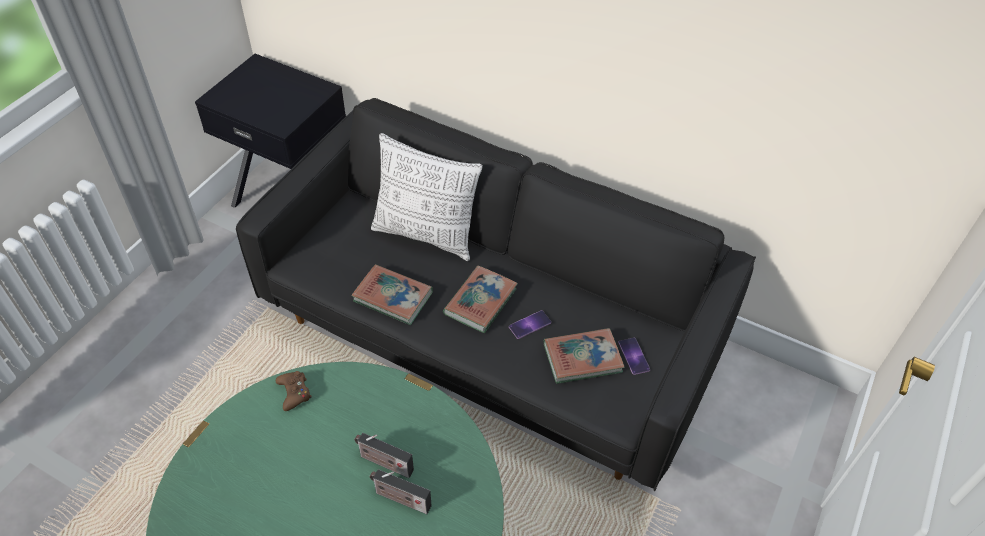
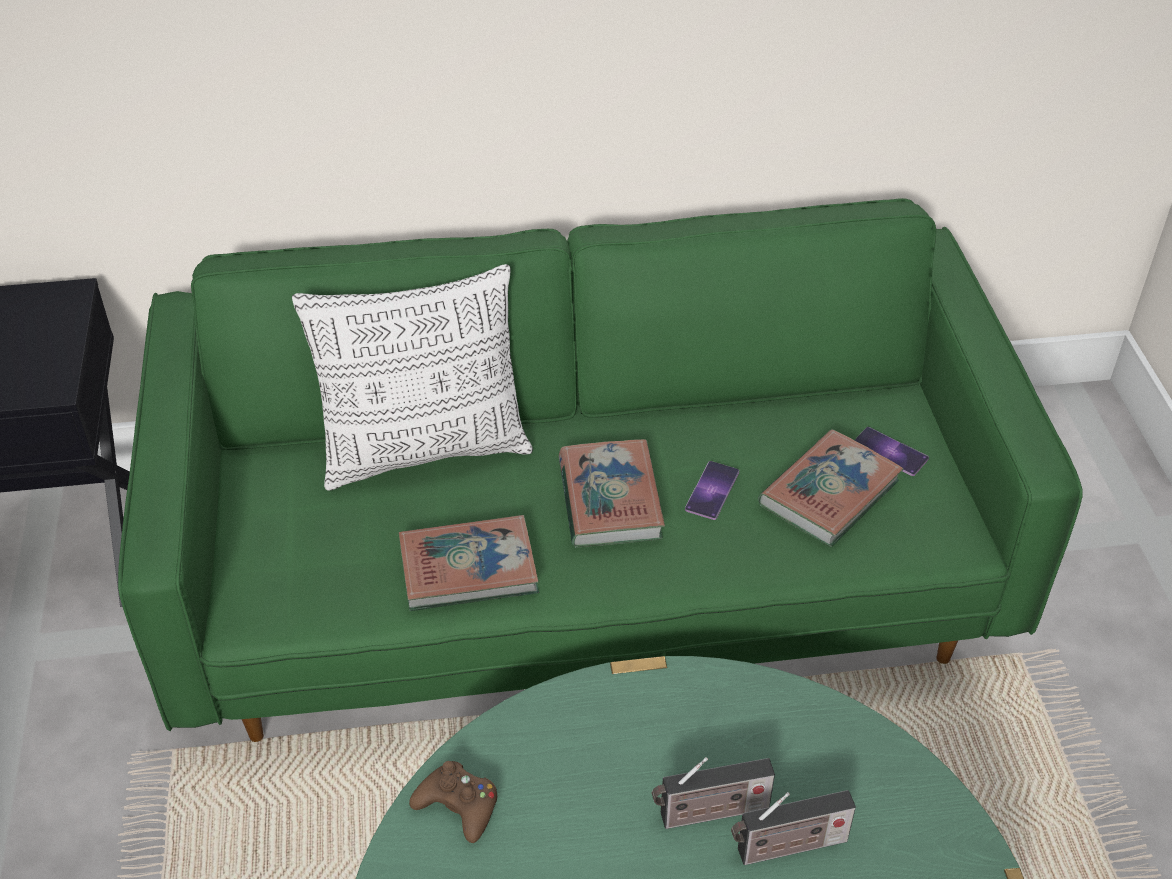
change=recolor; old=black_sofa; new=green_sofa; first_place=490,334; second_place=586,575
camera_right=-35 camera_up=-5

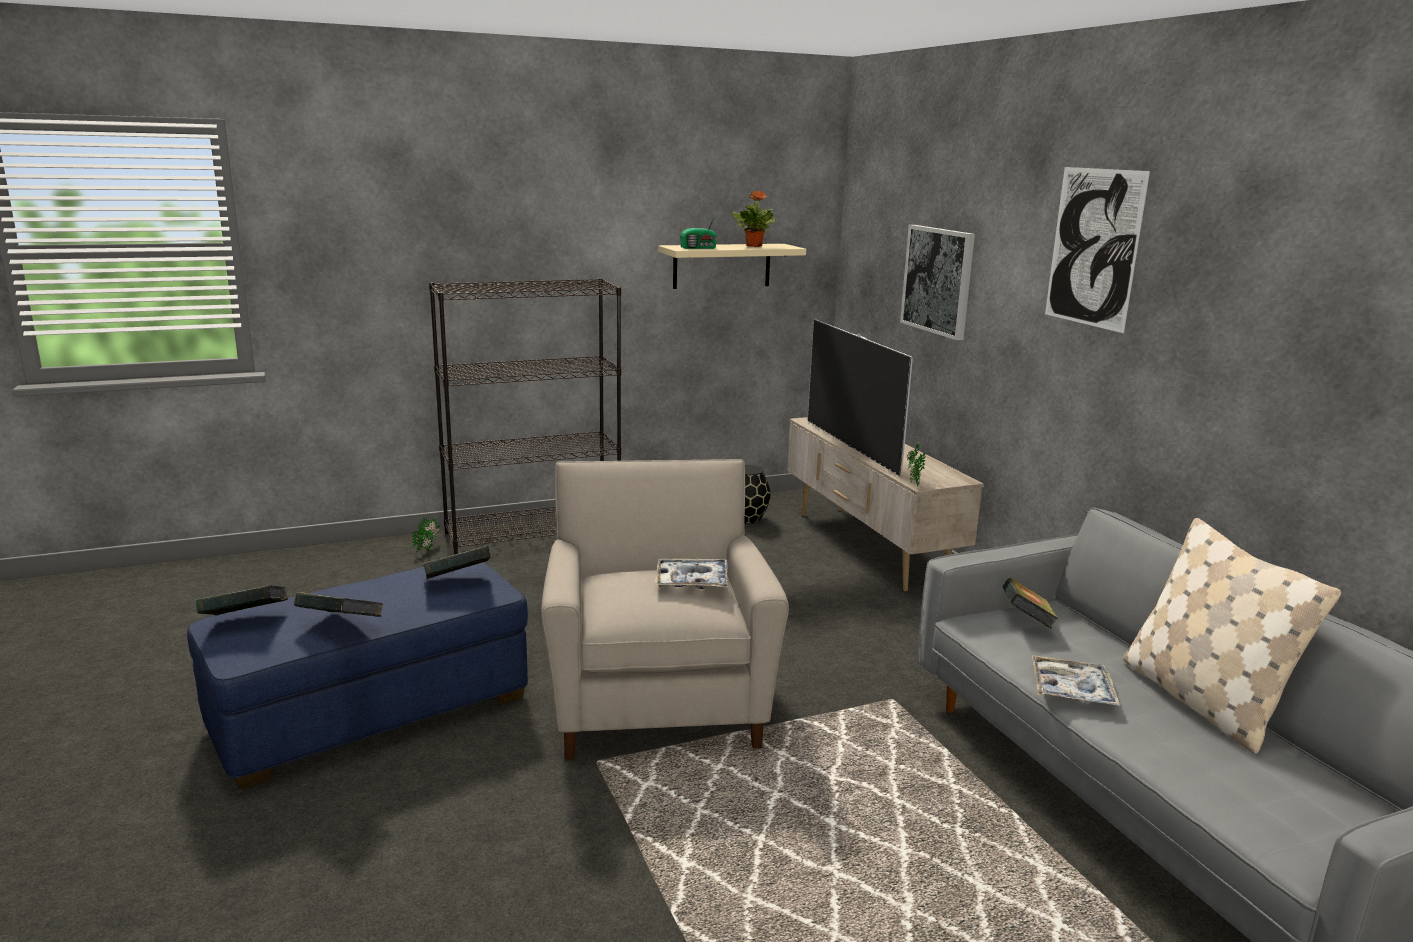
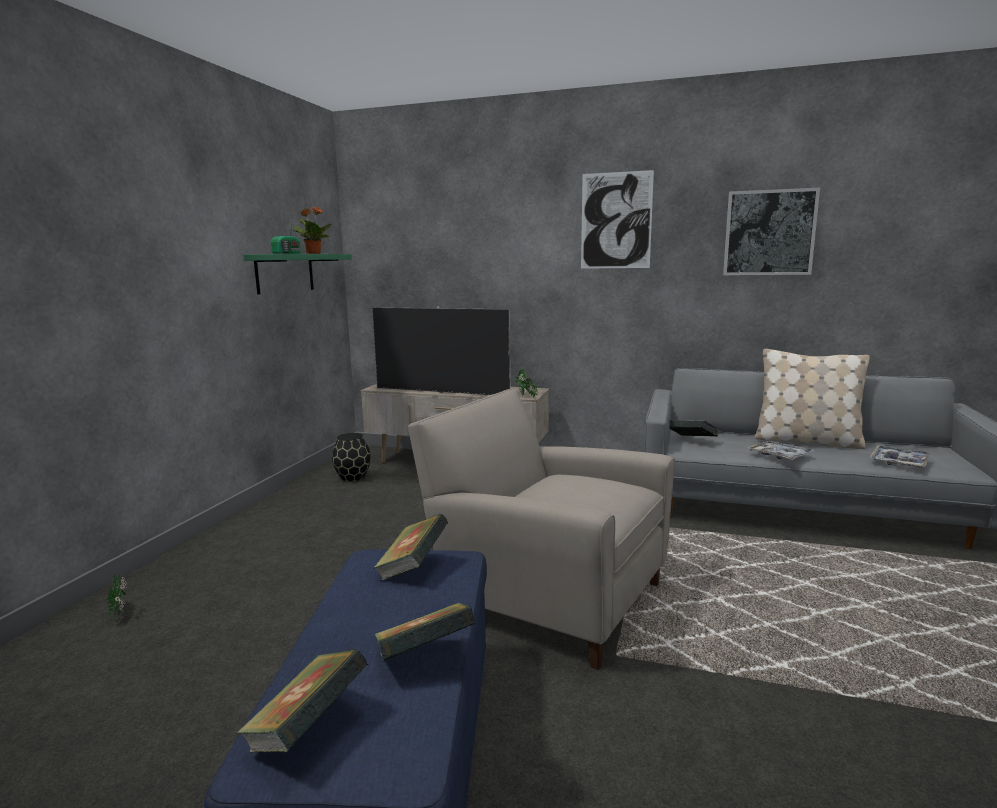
change=delete; old=black_bookcase; first_place=534,534
change=move; old=tray; first_place=692,581; second_place=899,462
change=move; old=picture; first_place=938,280; second_place=769,233
change=recolor; old=beige_shelf; new=green_shelf; first_place=722,266; second_place=285,273
camera_right=-50 camera_up=-5

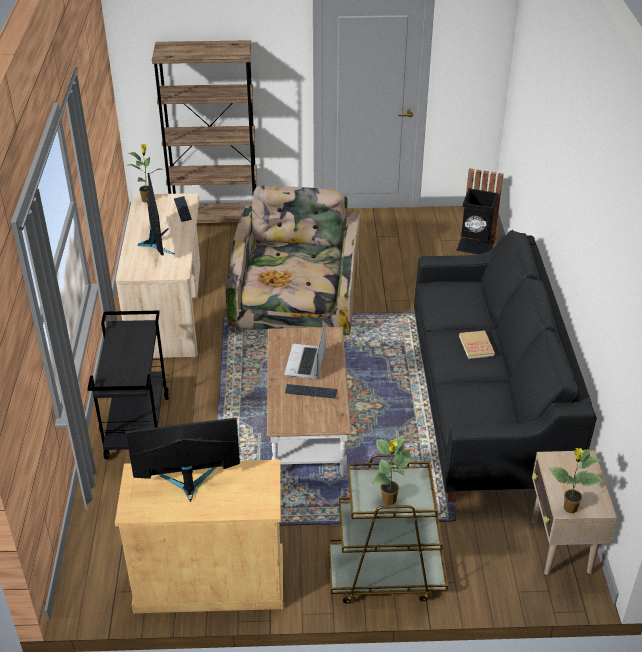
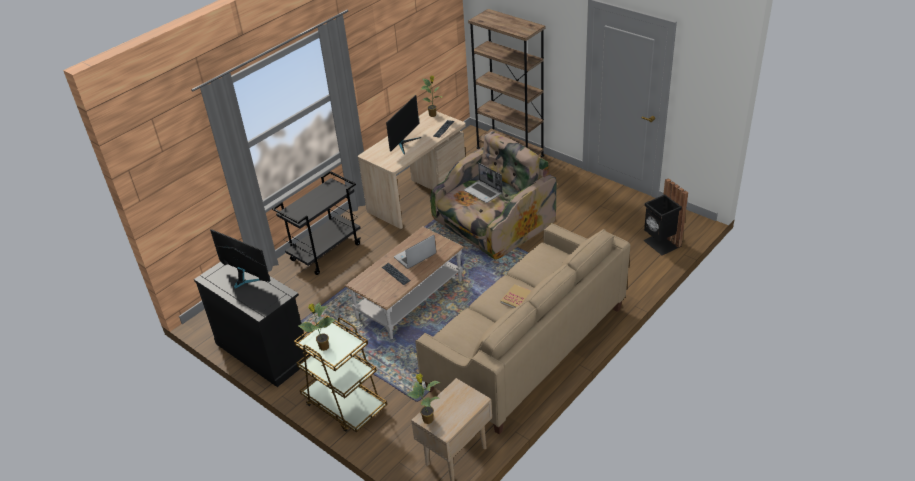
change=insert; new=laptop; second_place=483,192
change=recolor; old=beige_cabinet; new=black_cabinet; first_place=210,581; second_place=263,351
change=recolor; old=black_sofa; new=beige_sofa; first_place=486,404; second_place=526,348
camera_right=45 camera_up=0

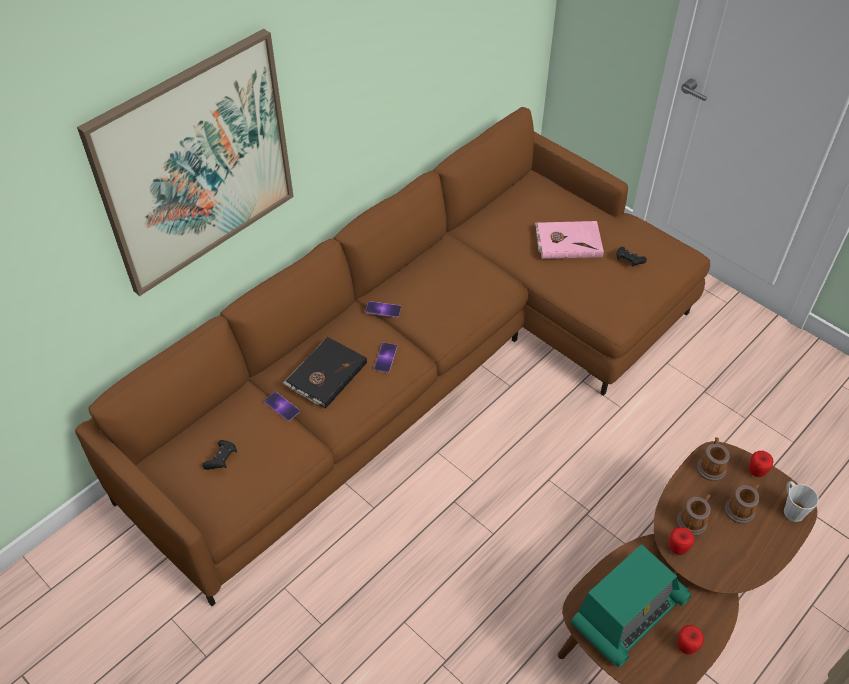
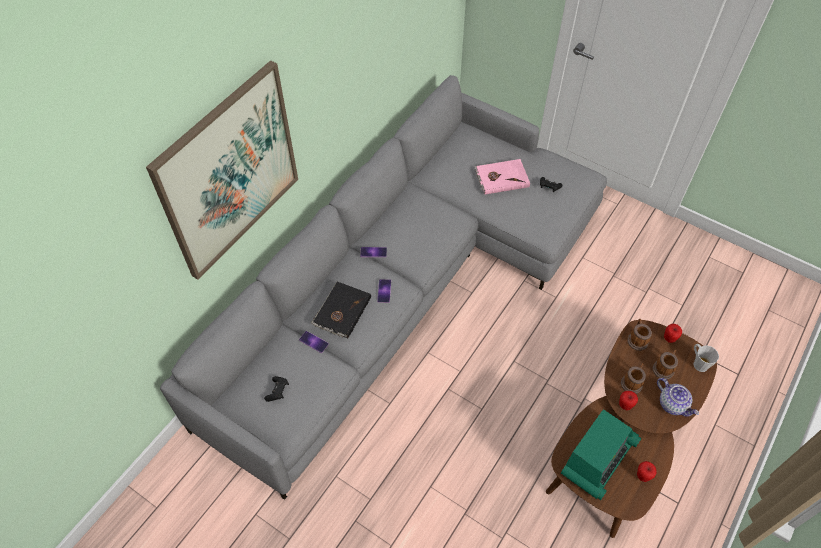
change=insert; new=teapot; second_place=673,404
change=recolor; old=brown_sofa; new=grey_sofa; first_place=424,367; second_place=404,286
camera_right=-10 camera_up=5

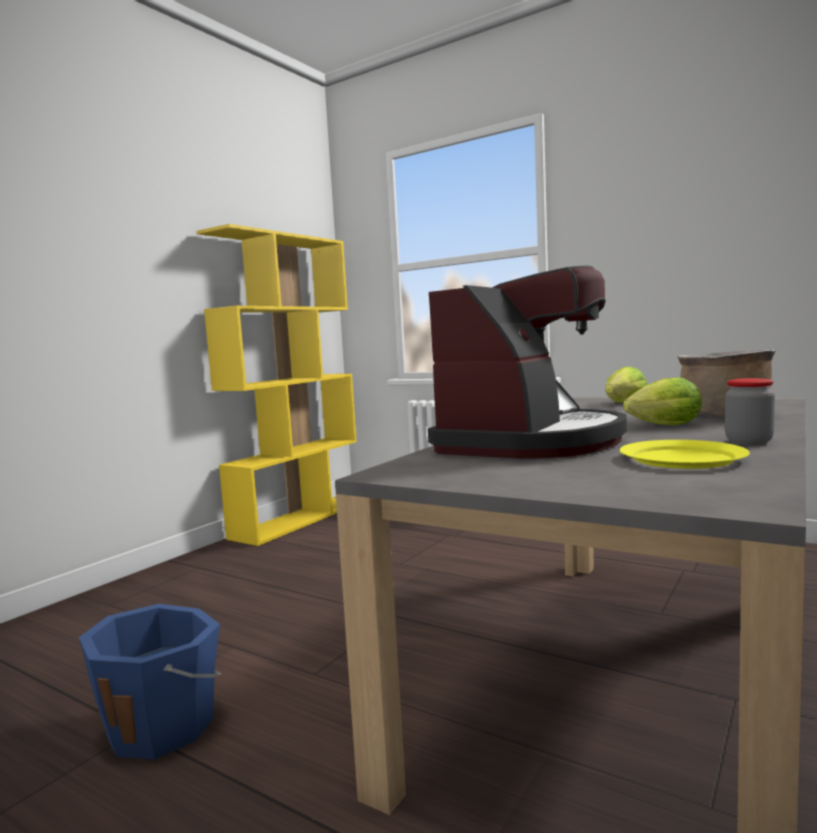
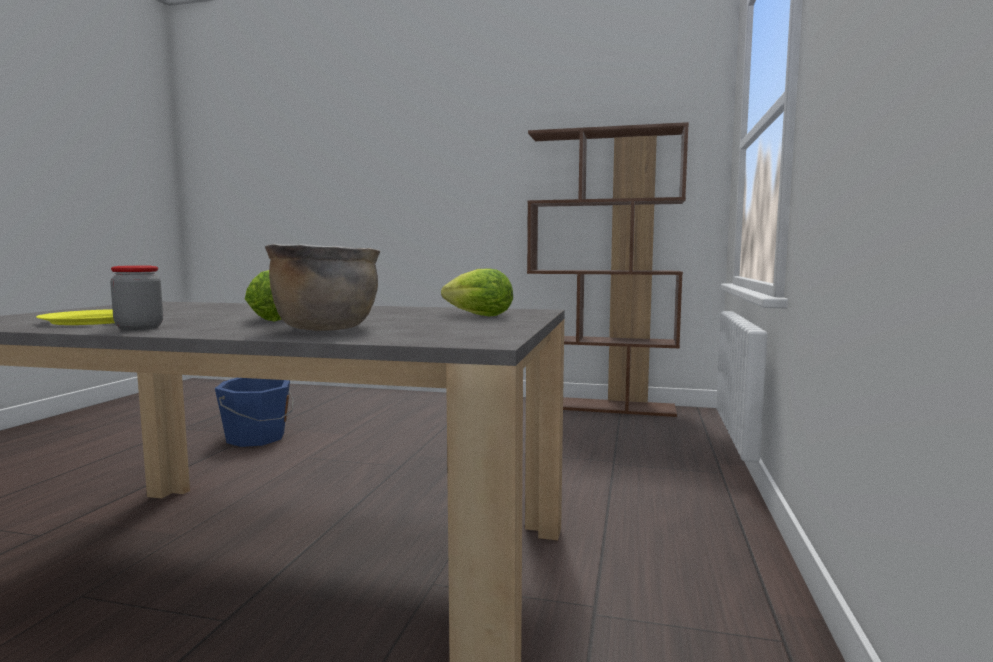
change=delete; old=coffee_machine; first_place=531,442
change=recolor; old=yellow_bookcase; new=brown_bookcase; first_place=298,519; second_place=601,406
camera_right=70 camera_up=0

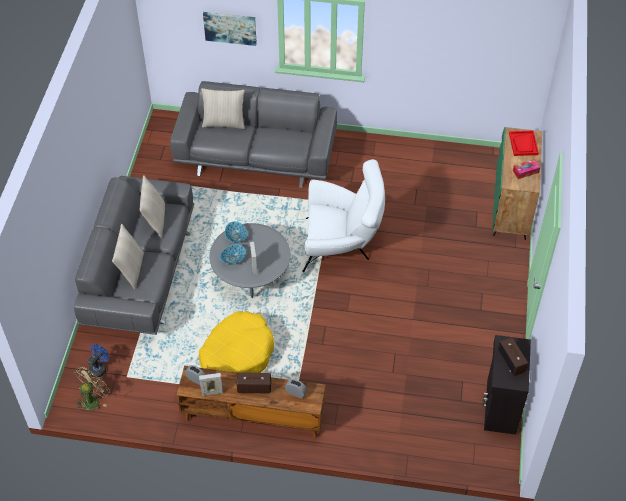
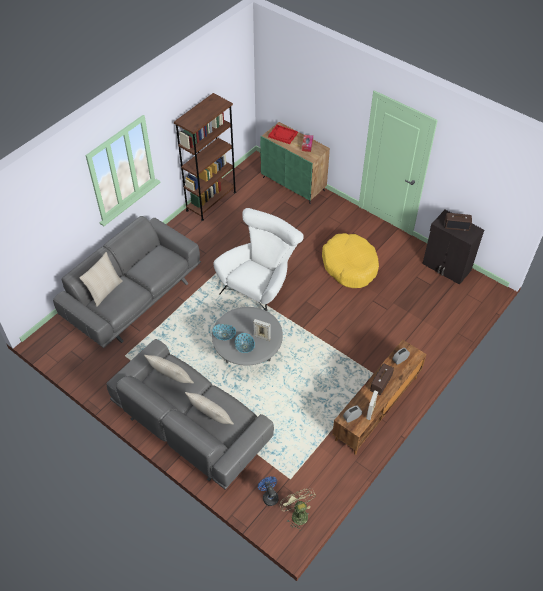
change=delete; old=picture; first_place=230,28
change=insert; new=brown_bookcase; second_place=211,201
change=move; old=yellow_dog_bed; first_place=237,354; second_place=349,266
camera_right=-60 camera_up=0

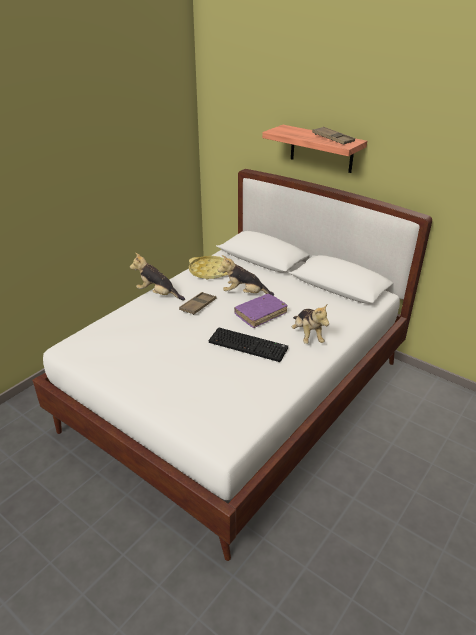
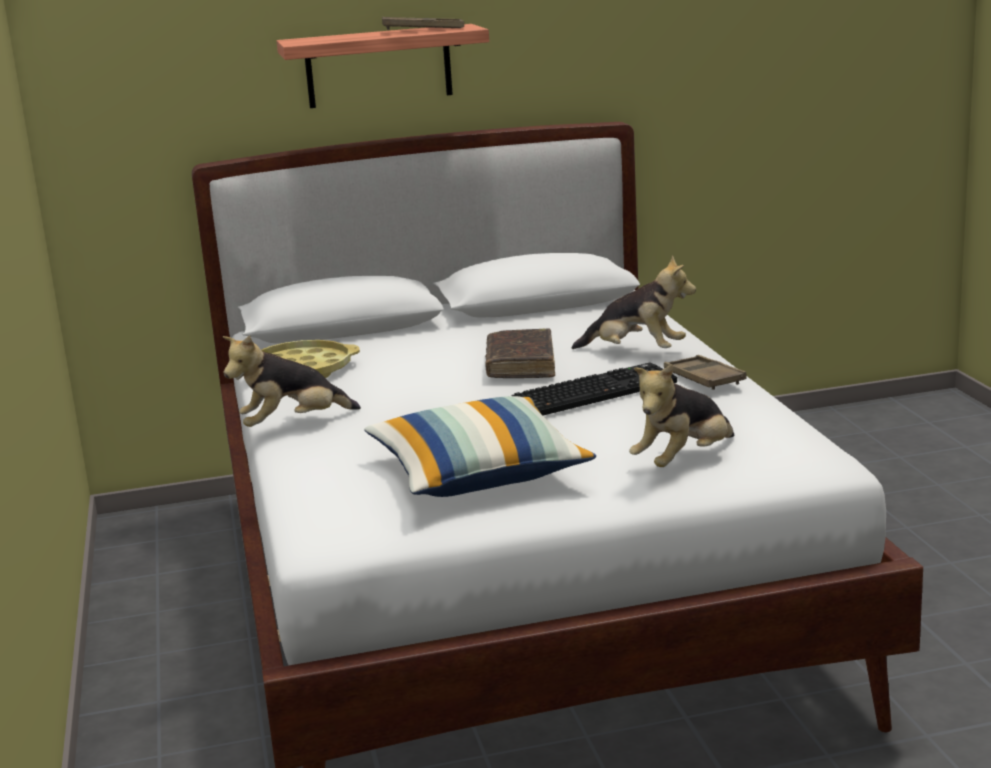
change=insert; new=pillow; second_place=478,474
change=move; old=brown_tray; first_place=198,306; second_place=704,379
change=move; old=plush_toy; first_place=244,294; second_place=684,461
change=recolor; old=purple_book; new=brown_book; first_place=260,314; second_place=520,365
camera_right=-50 camera_up=-15

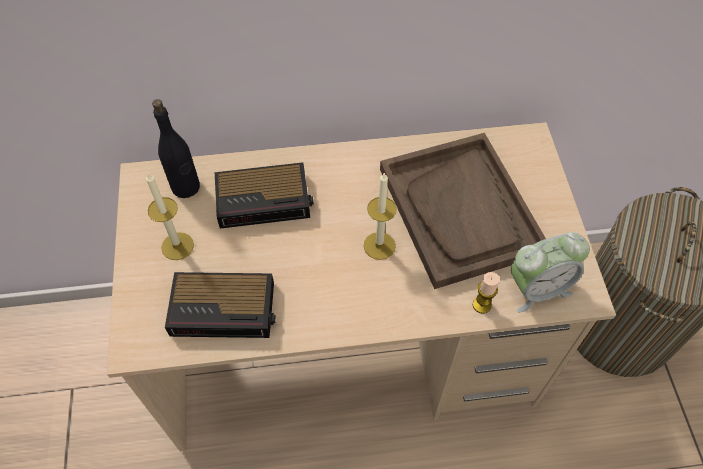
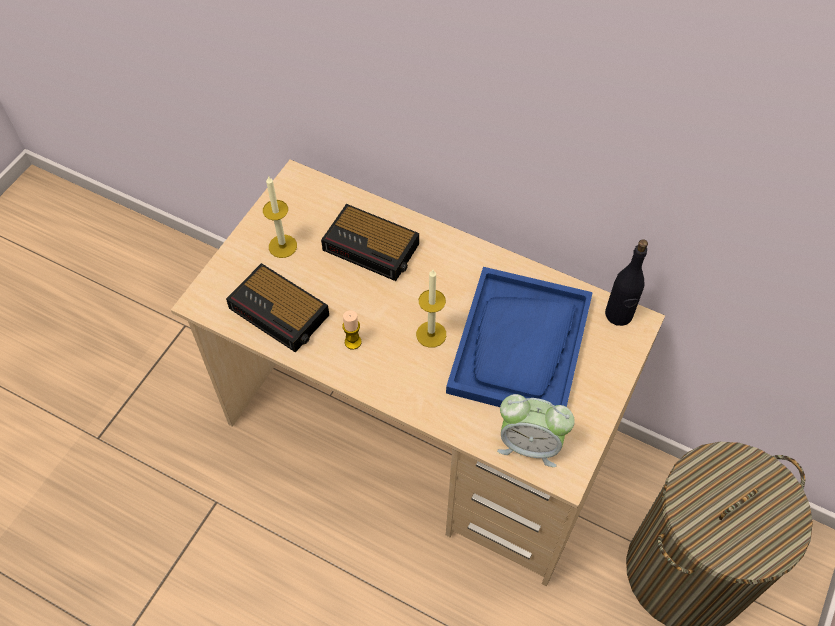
change=move; old=black_bottle; first_place=186,187; second_place=619,314
change=move; old=candle; first_place=482,305; second_place=353,342
change=recolor; old=brown_tray; new=blue_tray; first_place=460,210; second_place=520,345
camera_right=35 camera_up=0

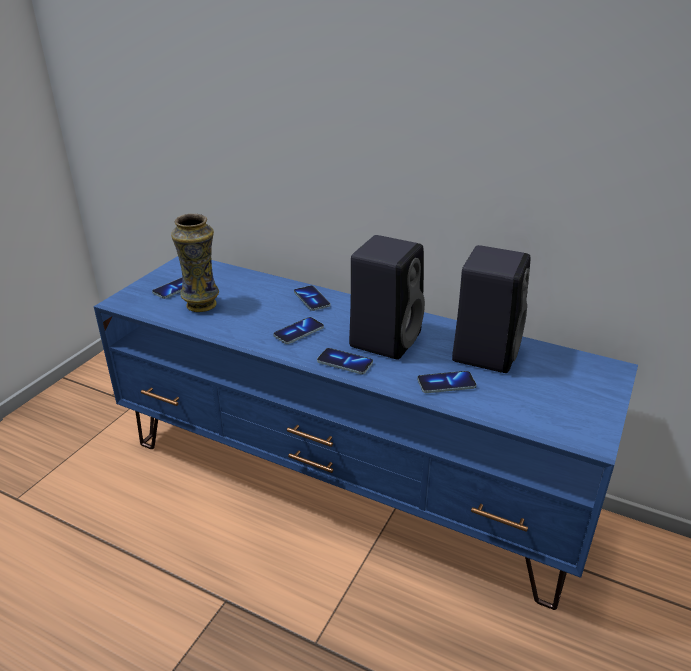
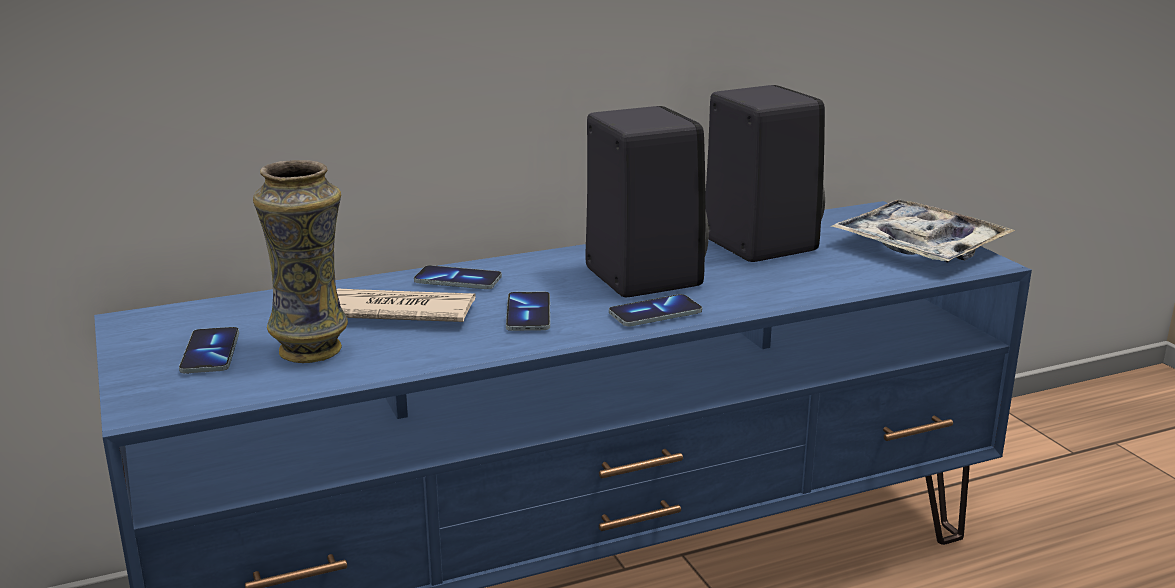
change=delete; old=phone; first_place=446,384
change=insert; new=newspaper; second_place=398,312
change=insert; new=tray; second_place=919,246
camera_right=-50 camera_up=-10

